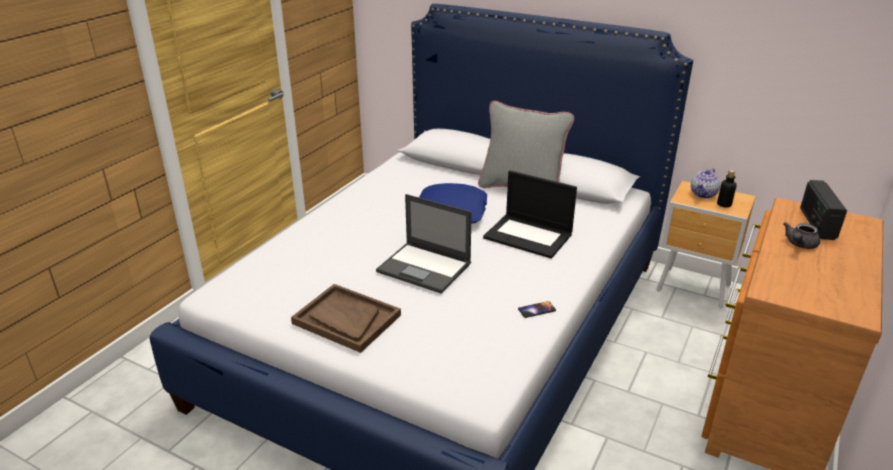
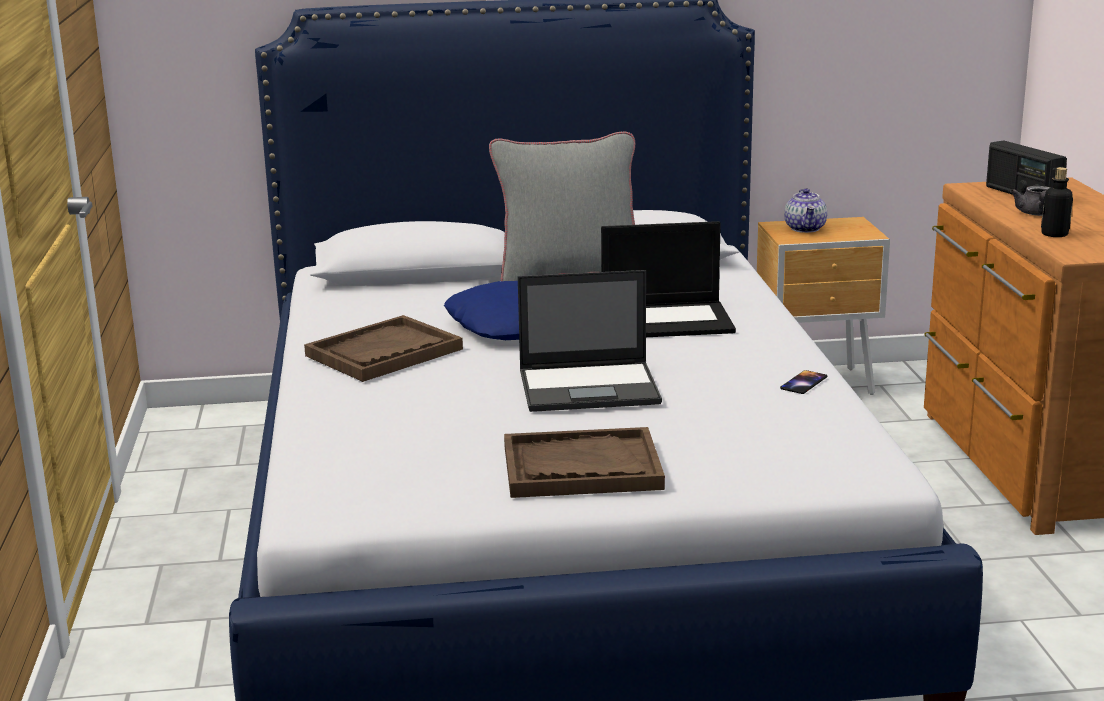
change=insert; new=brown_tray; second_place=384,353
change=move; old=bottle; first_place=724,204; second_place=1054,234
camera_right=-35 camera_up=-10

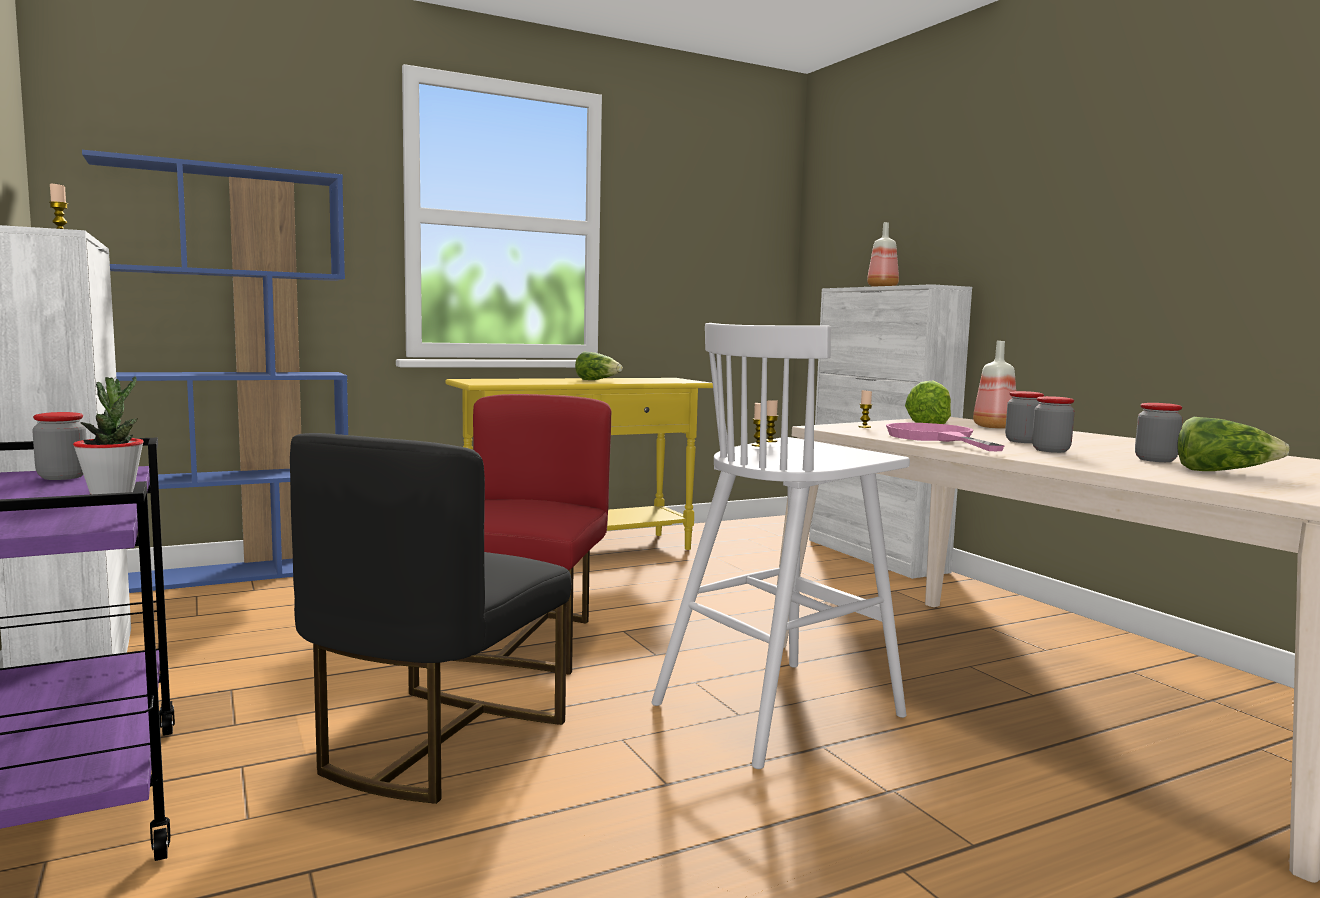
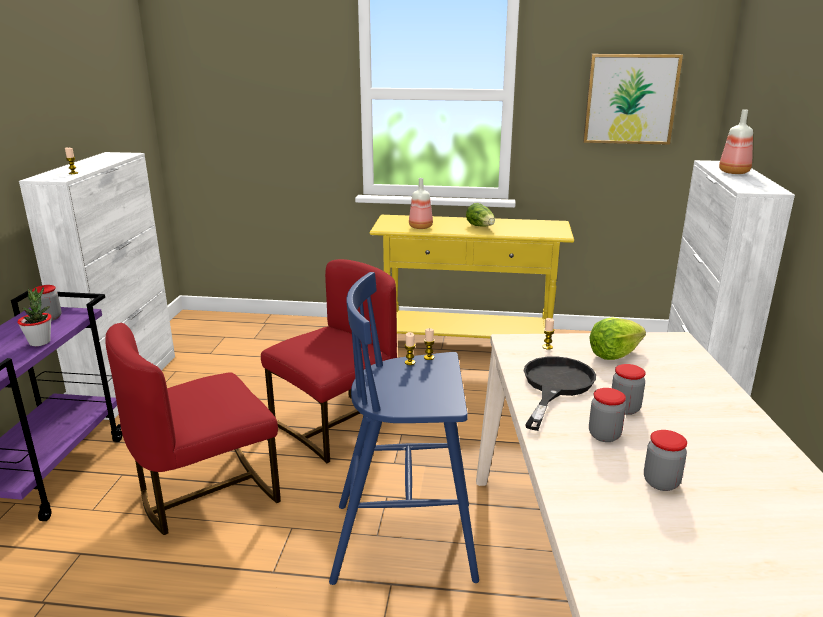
change=delete; old=blue_bookcase; first_place=237,574
change=delete; old=lettuce; first_place=1223,472
change=insert; new=picture; second_place=630,99
change=move; old=bottle; first_place=995,427; second_place=421,227
change=recolor; old=black_chair; new=red_chair; first_place=434,744; second_place=206,492
change=recolor; old=white_stool; new=blue_stool; first_place=781,709; second_place=407,541
change=recolor; old=pink_frying_pan; new=black_frying_pan; first_place=936,439; second_place=555,386
camera_right=35 camera_up=15

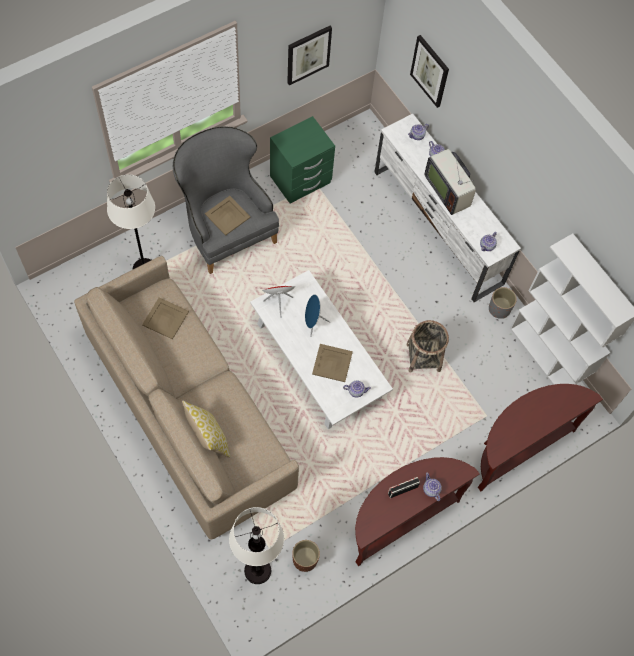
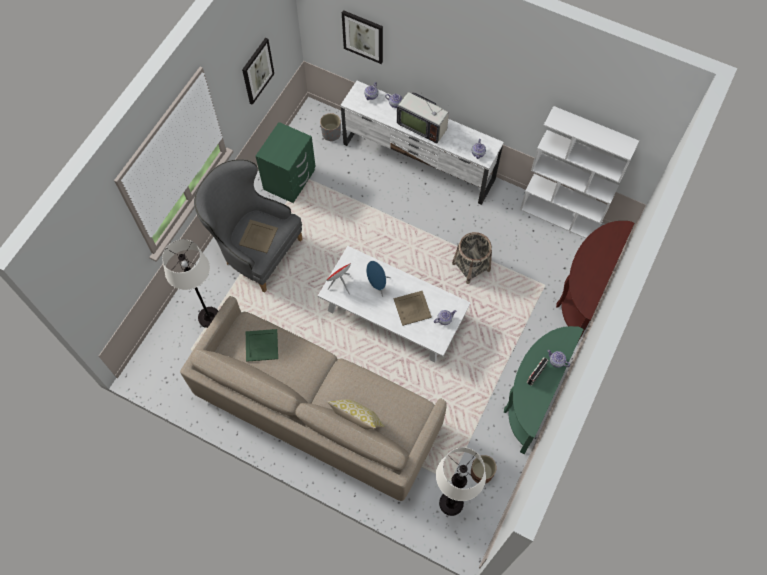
change=move; old=grey_planter; first_place=499,309; second_place=331,134
change=recolor; old=beige_tray; new=green_tray; first_place=165,318; second_place=262,345
change=recolor; old=brown_console_table; new=green_console_table; first_place=399,518; second_place=531,399
camera_right=-25 camera_up=0

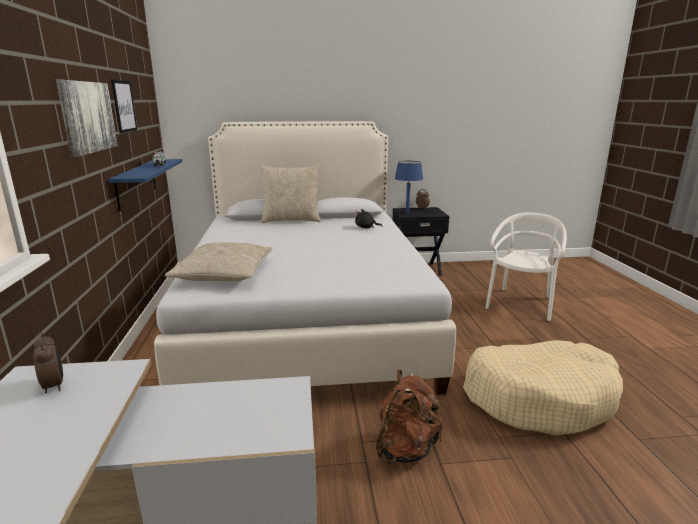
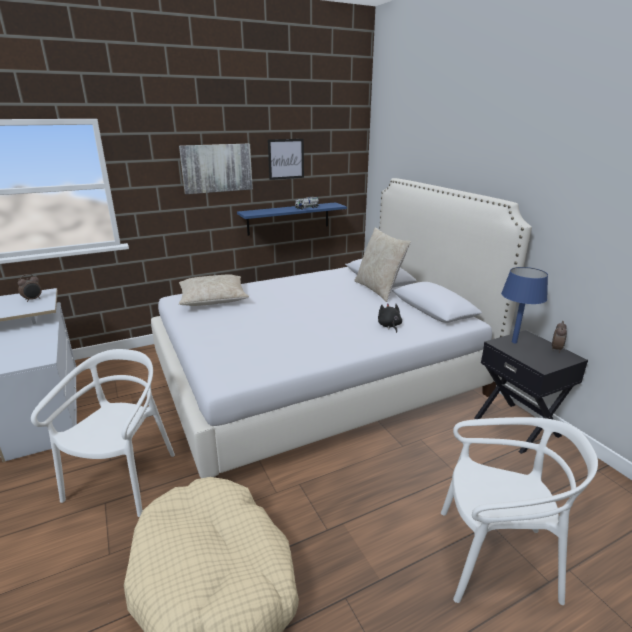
change=replace; old=brown_backpack; new=white_chair; first_place=406,449; second_place=124,479
camera_right=70 camera_up=5

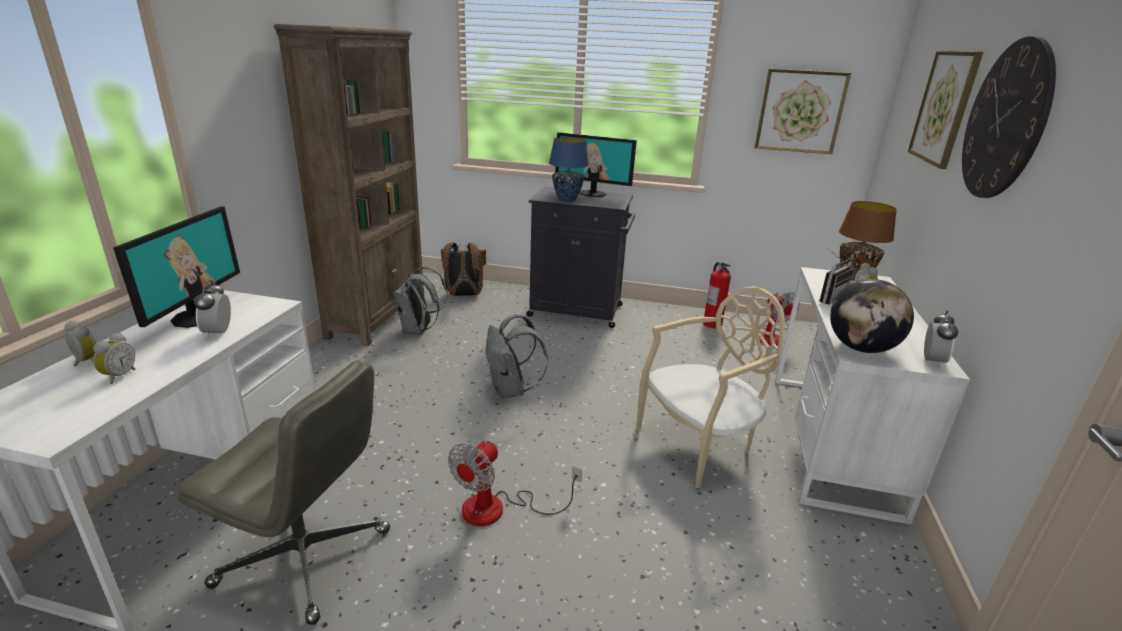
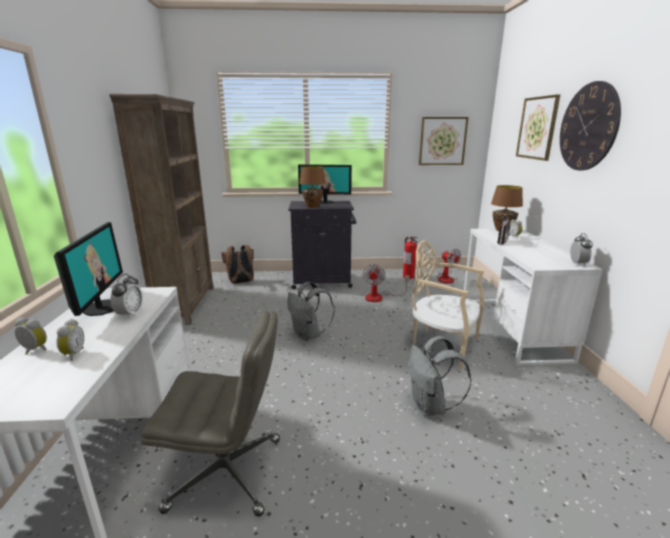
change=delete; old=globe; first_place=861,348
change=move; old=grey_backpack; first_place=419,330; second_place=430,407
change=move; old=fan; first_place=498,509; second_place=379,297
change=recolor; old=blue_table_lamp; new=brown_table_lamp; first_place=566,200; second_place=312,207
change=rotate; old=alarm_clock; first_place=218,333; second_place=130,314; degrees=-150
change=rotate; old=beige_chair; first_place=699,445; second_place=443,345; degrees=-105
camera_right=-15 camera_up=-5

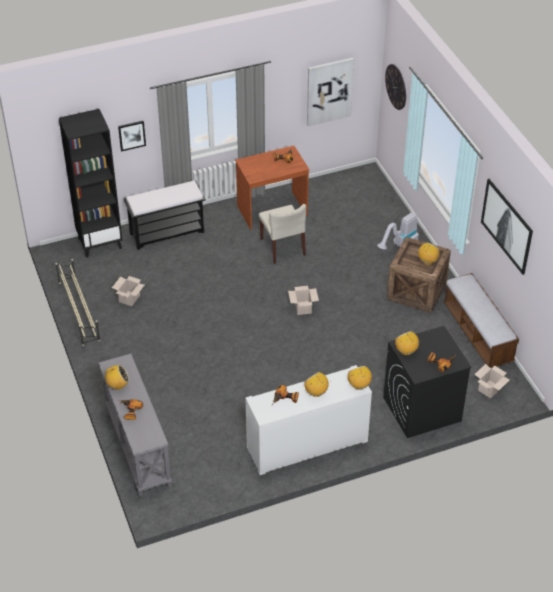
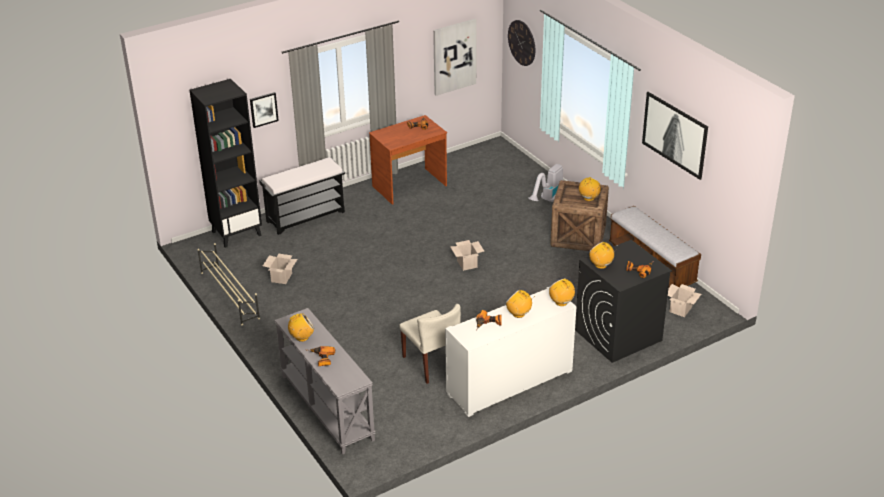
change=move; old=beige_chair; first_place=283,247; second_place=432,363
camera_right=-10 camera_up=-10

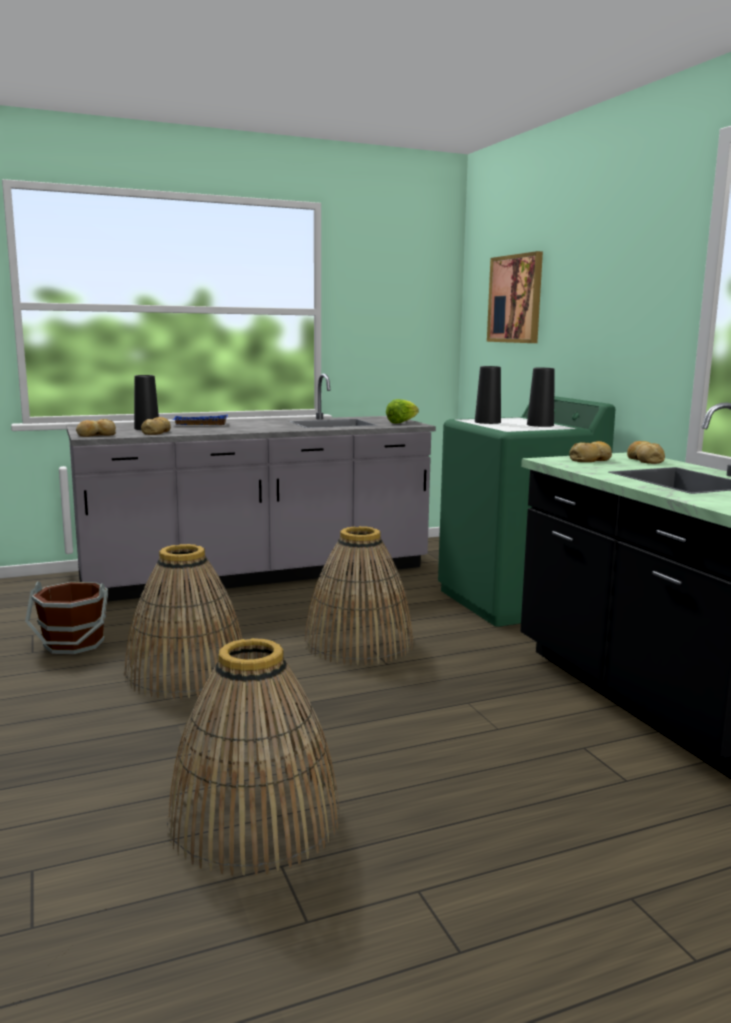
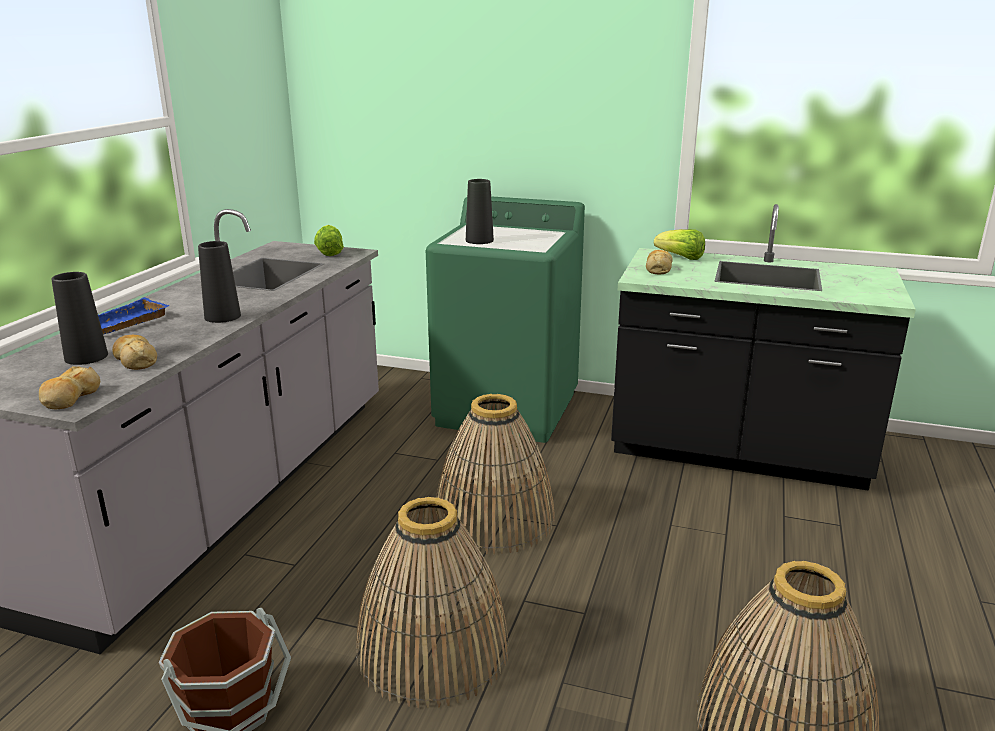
change=delete; old=picture; first_place=515,299
change=move; old=black_vase; first_place=540,425; second_place=222,316
change=replace; old=bread; new=lettuce; first_place=645,460; second_place=680,258
camera_right=-50 camera_up=10

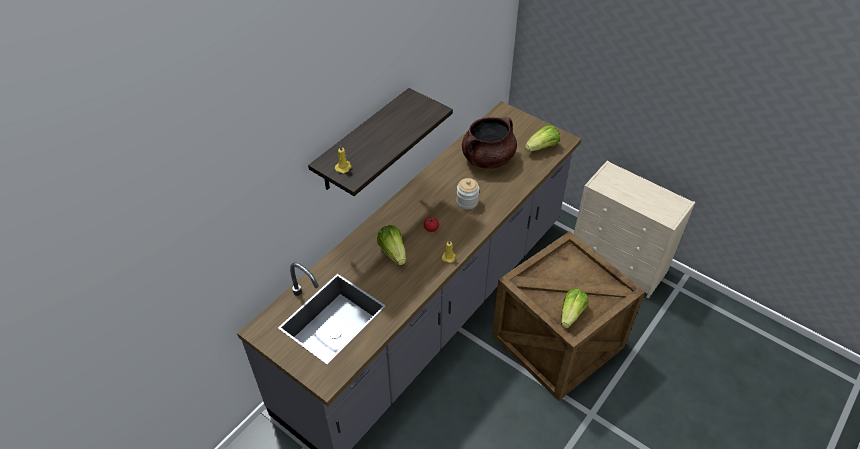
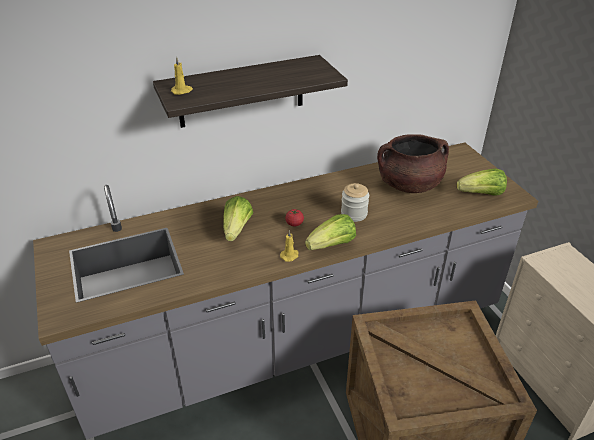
change=move; old=lettuce; first_place=571,314; second_place=332,245
camera_right=30 camera_up=-10

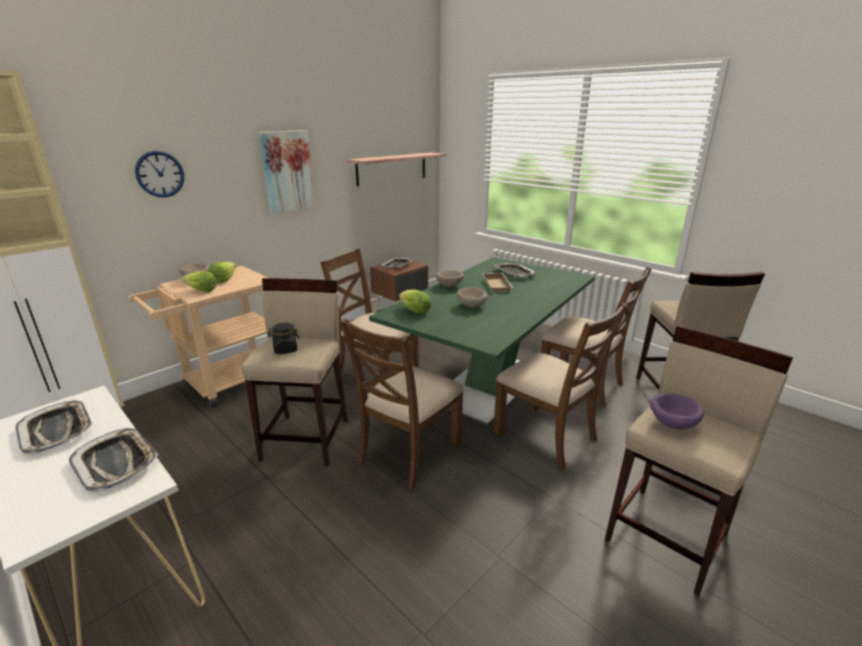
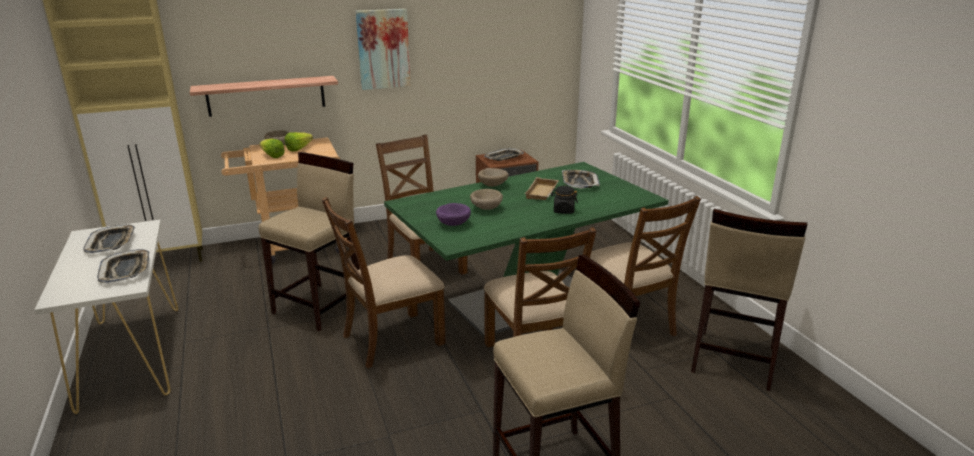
change=delete; old=wall_clock; first_place=160,174
change=delete; old=lettuce; first_place=415,311
change=move; old=black_jar; first_place=285,350; second_place=563,211
change=move; old=shelf; first_place=392,168; second_place=266,96
change=move; old=purple_bowl; first_place=671,423; second_place=453,223
camera_right=25 camera_up=0

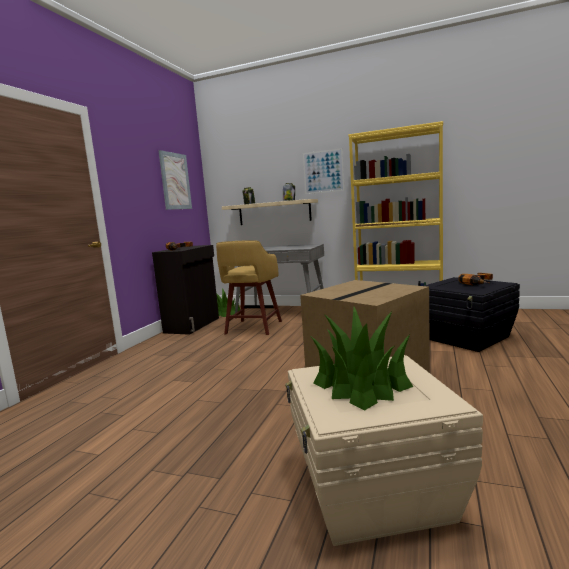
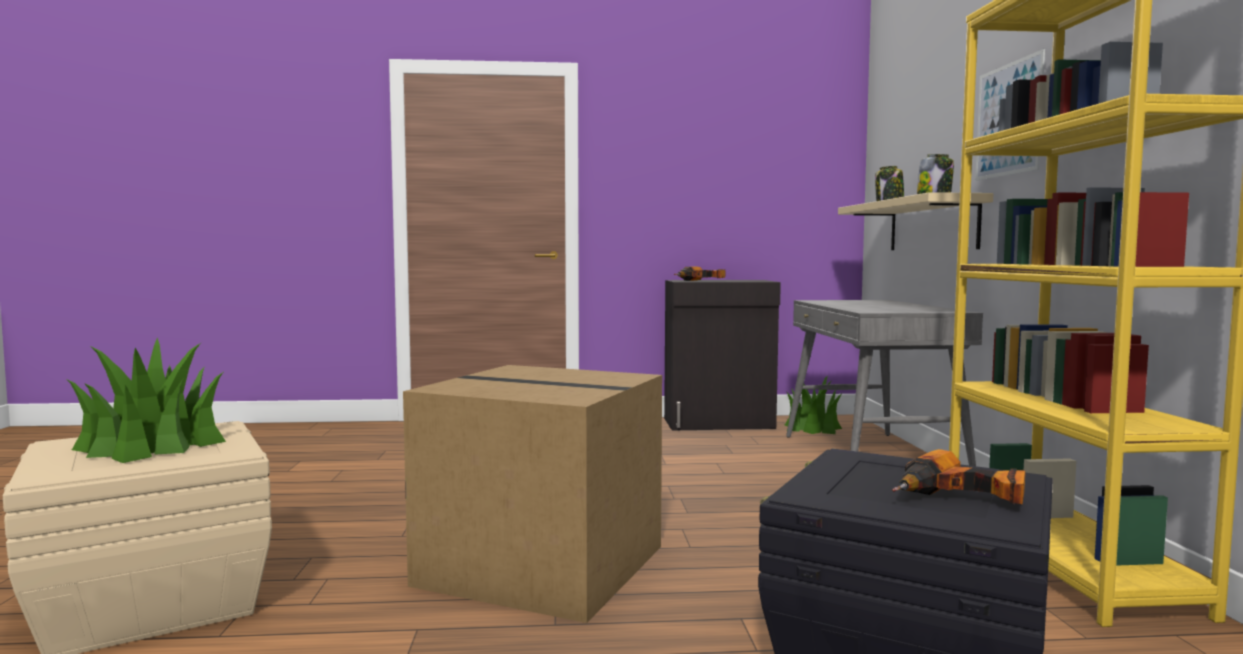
change=delete; old=picture; first_place=175,181
change=delete; old=yellow_stool; first_place=253,328
camera_right=65 camera_up=-5

